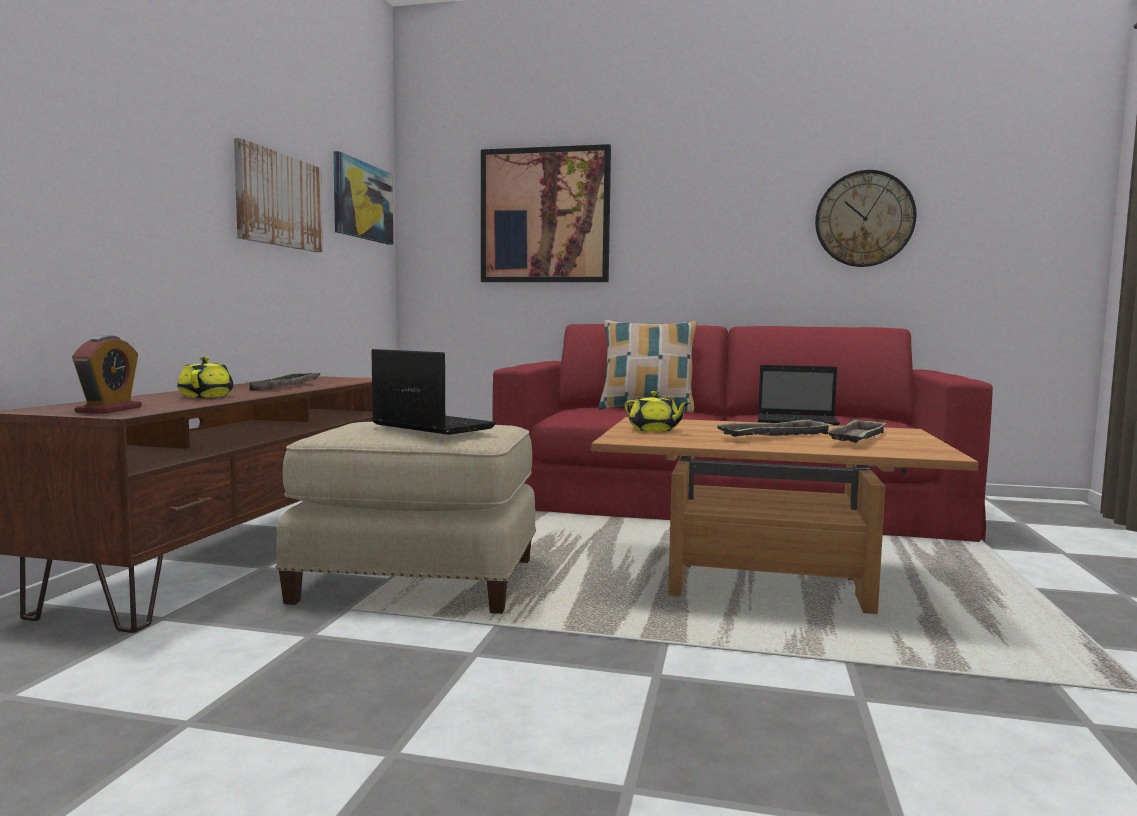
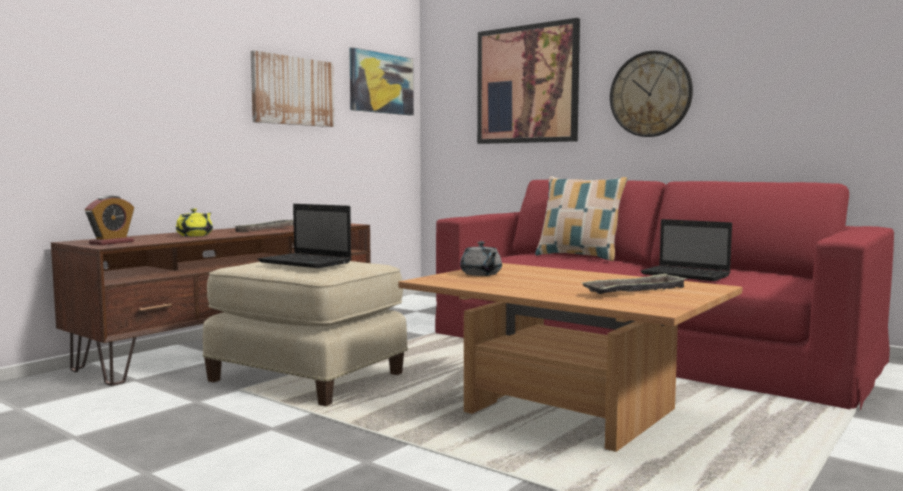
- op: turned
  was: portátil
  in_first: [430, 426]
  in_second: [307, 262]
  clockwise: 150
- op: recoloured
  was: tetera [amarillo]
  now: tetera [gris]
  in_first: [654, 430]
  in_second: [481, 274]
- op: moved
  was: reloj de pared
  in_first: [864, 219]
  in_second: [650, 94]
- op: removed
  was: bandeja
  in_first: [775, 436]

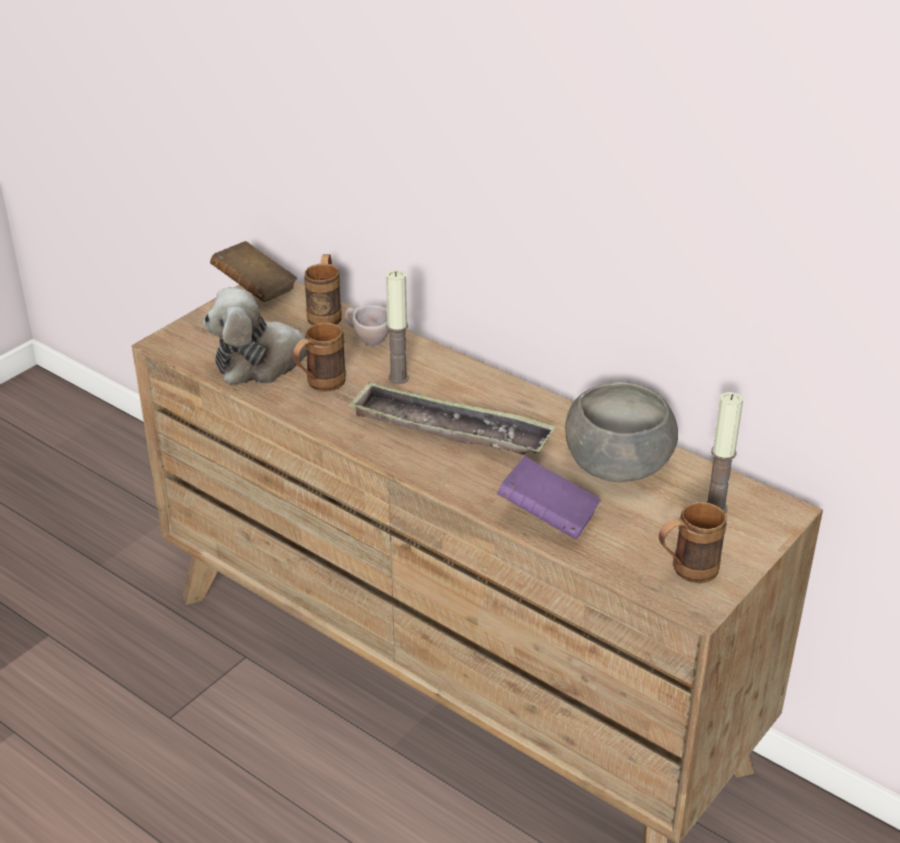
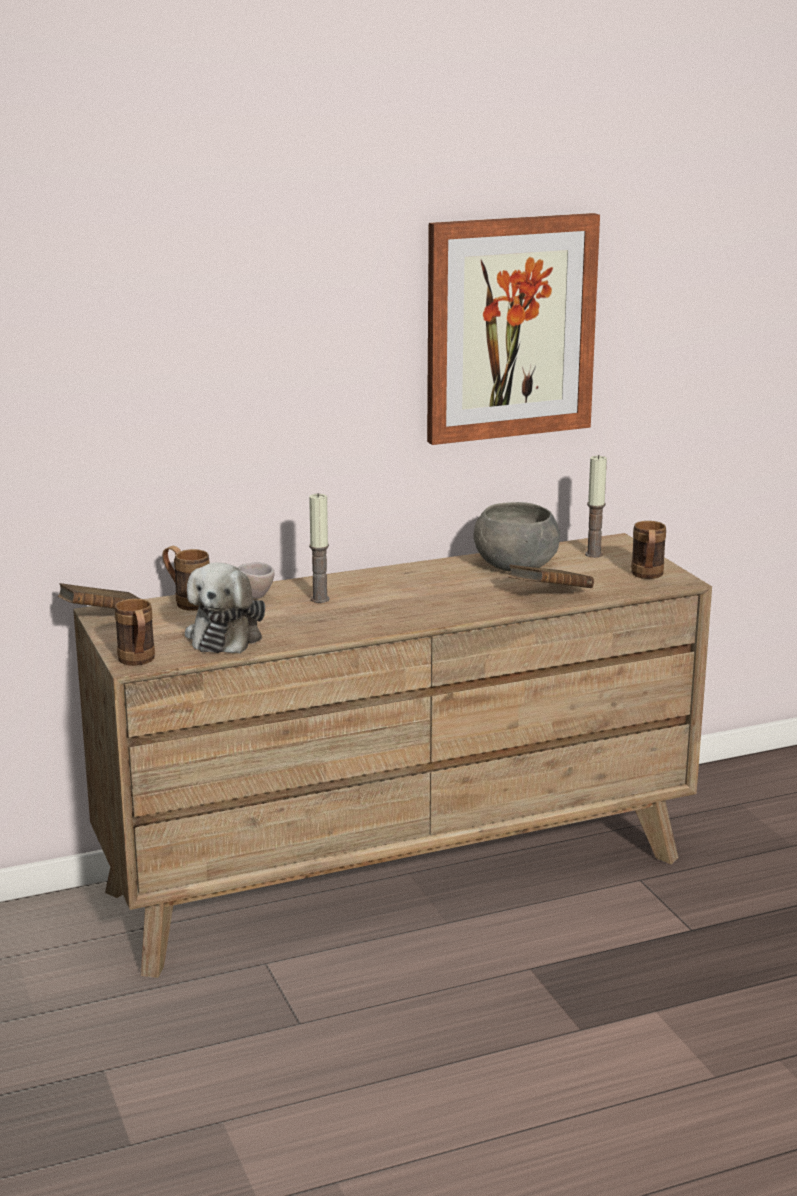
- op: moved
  was: taza grande [marrón]
  in_first: [319, 385]
  in_second: [138, 662]
- op: added
  now: cuadro
  in_second: [510, 328]
- op: recoloured
  was: libro [morado]
  now: libro [marrón]
  in_first: [548, 517]
  in_second: [550, 595]
- op: removed
  was: bandeja
  in_first: [450, 430]

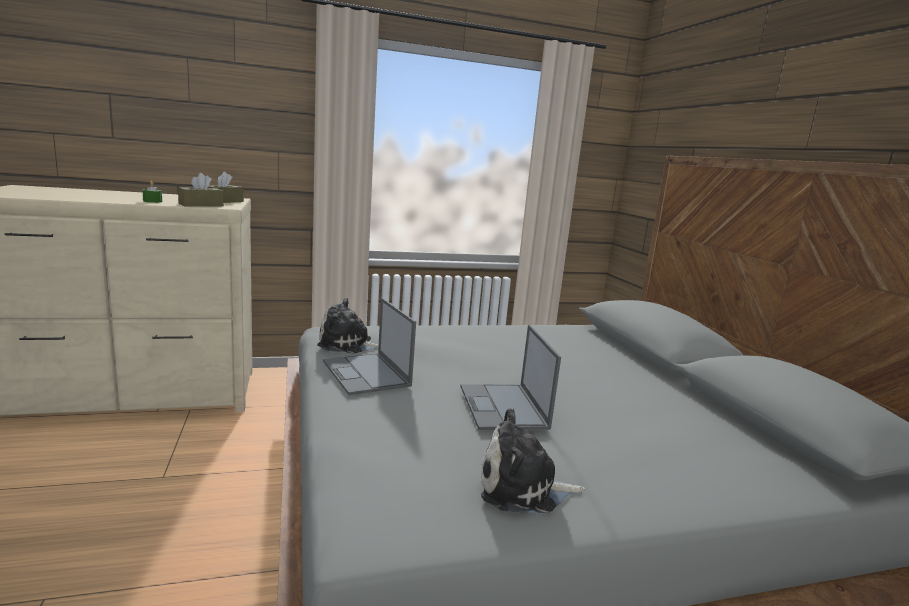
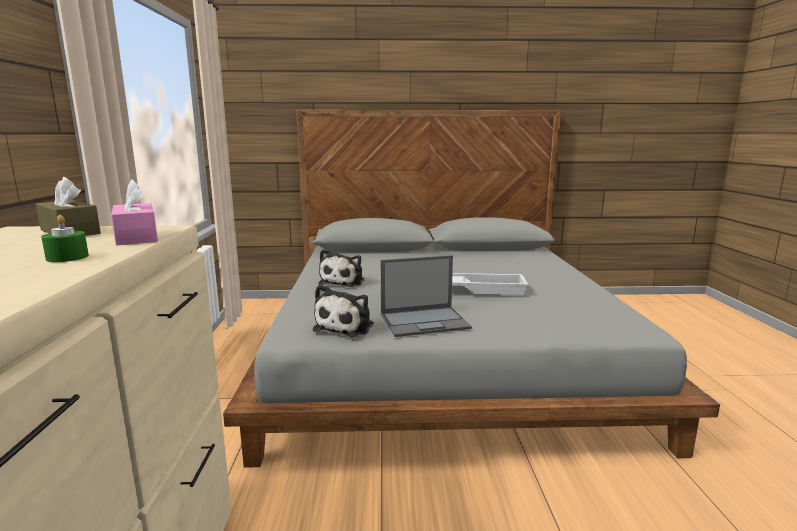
- op: recoloured
  was: caja de pañuelos [marrón]
  now: caja de pañuelos [rosa]
  in_first: [201, 205]
  in_second: [136, 237]
- op: moved
  was: peluche
  in_first: [523, 488]
  in_second: [343, 281]
- op: replaced
  was: portátil
  now: bandeja [blanco]
  in_first: [503, 407]
  in_second: [483, 288]

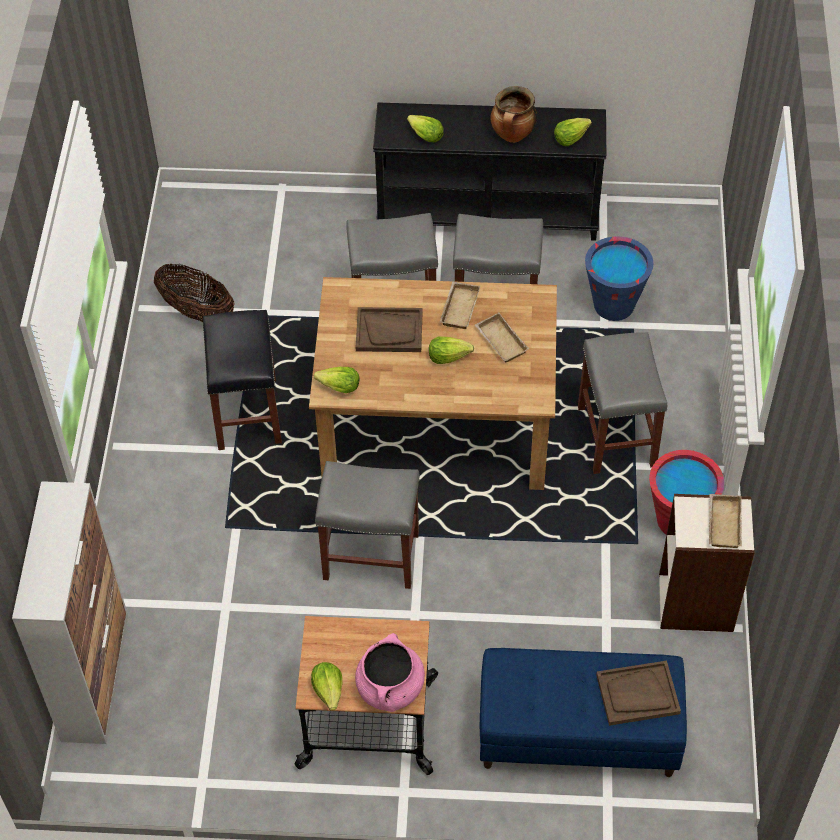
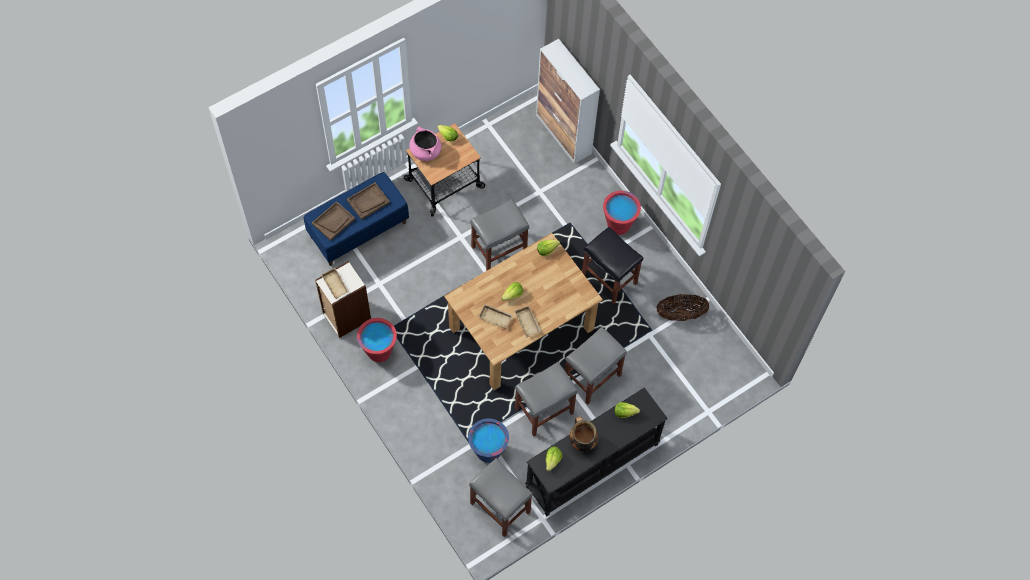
- op: moved
  was: bandeja [marrón]
  in_first: [389, 331]
  in_second: [368, 201]
- op: moved
  was: taburete [gris]
  in_first: [617, 437]
  in_second: [499, 507]
- op: added
  now: cubo [rojo]
  in_second: [618, 224]

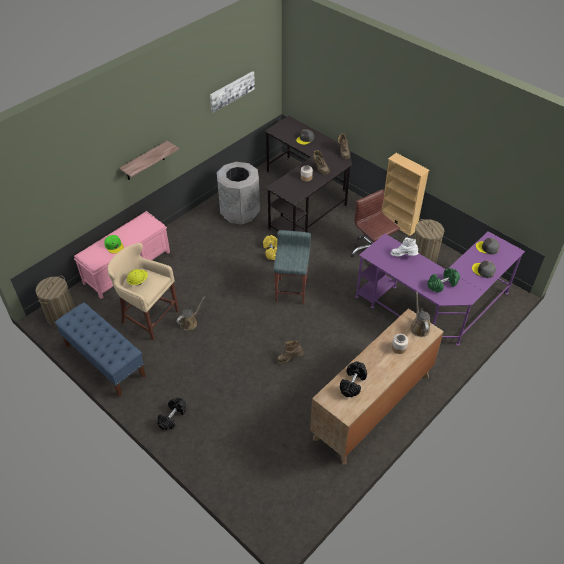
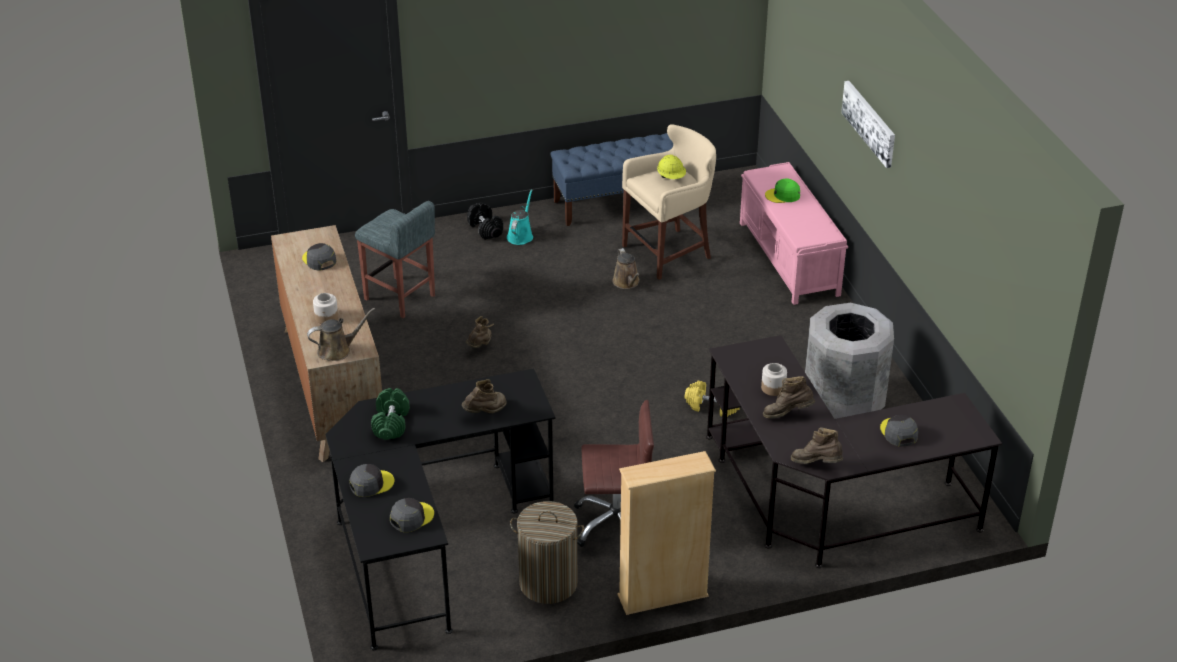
- op: replaced
  was: mancuerna [negro]
  now: gorra [gris]
  in_first: [353, 383]
  in_second: [319, 260]
- op: turned
  was: regadera [marrón]
  in_first: [419, 327]
  in_second: [337, 350]
  clockwise: -45
- op: recoloured
  was: escritorio [morado]
  now: escritorio [negro]
  in_first: [435, 308]
  in_second: [428, 535]
- op: moved
  was: taburete [gris]
  in_first: [291, 290]
  in_second: [400, 298]
- op: recoloured
  was: bota [blanco]
  now: bota [marrón]
  in_first: [403, 256]
  in_second: [486, 412]
- op: added
  now: regadera [turquesa]
  in_second: [520, 235]
- op: moved
  was: cuadro
  in_first: [231, 91]
  in_second: [869, 123]
- op: removed
  was: cesto de la ropa
  in_first: [61, 316]
- op: removed
  was: estante
  in_first: [145, 161]

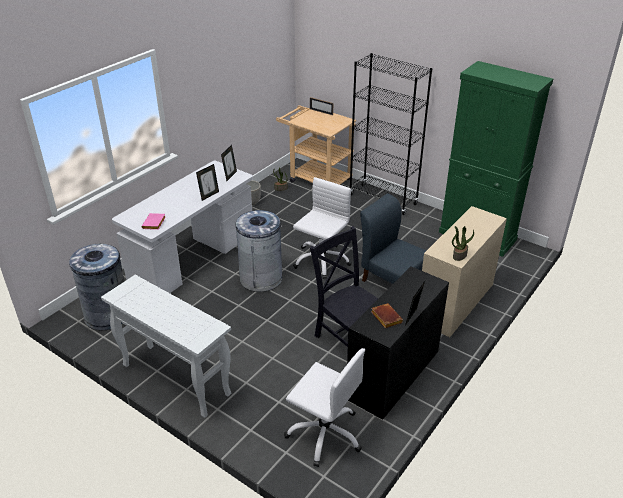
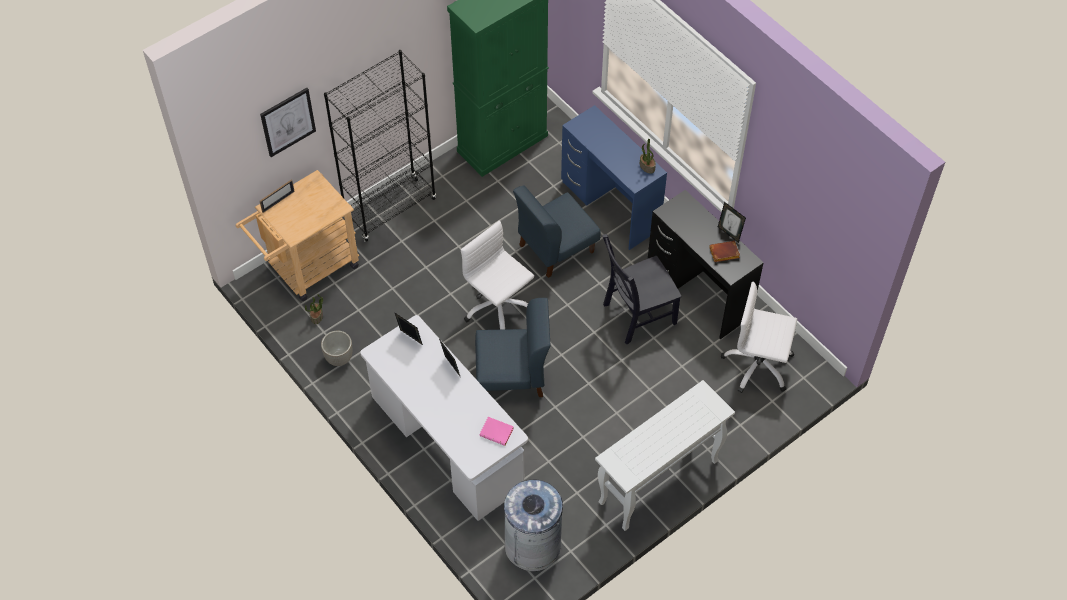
- op: added
  now: cuadro
  in_second: [288, 122]
- op: replaced
  was: papelera [gris]
  now: silla [azul]
  in_first: [261, 278]
  in_second: [512, 375]
- op: recoloured
  was: escritorio [beis]
  now: escritorio [azul]
  in_first: [455, 302]
  in_second: [610, 205]
- op: turned
  was: silla de oficina [blanco]
  in_first: [325, 433]
  in_second: [758, 365]
  clockwise: -120

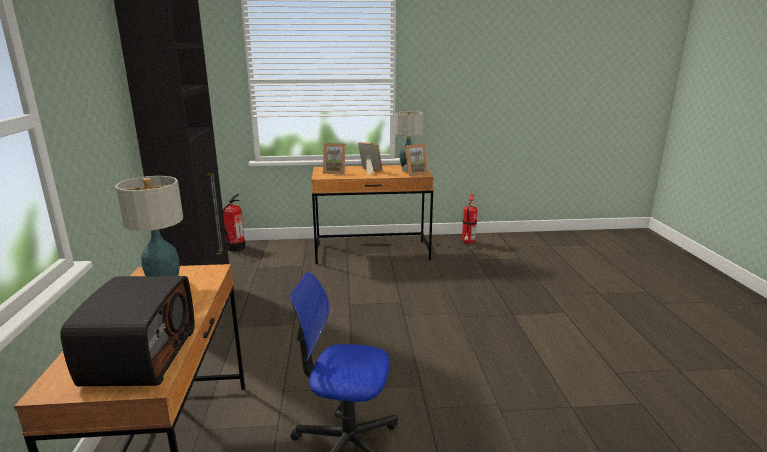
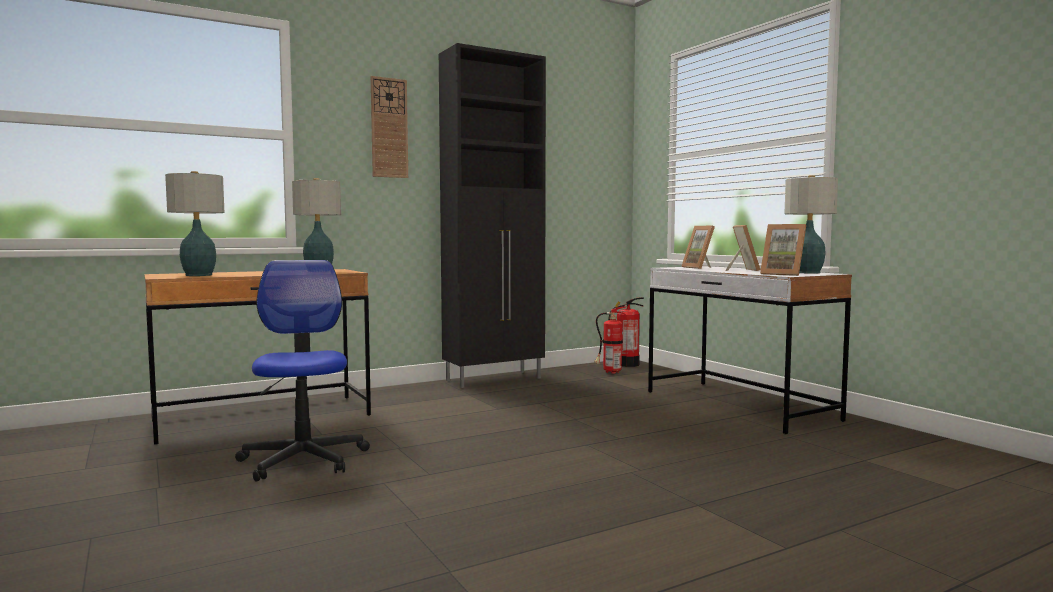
- op: replaced
  was: radio
  now: lámpara de mesa
  in_first: [139, 356]
  in_second: [199, 275]
- op: added
  now: reloj de pared
  in_second: [389, 128]
- op: moved
  was: extintor
  in_first: [468, 243]
  in_second: [610, 372]
- op: recoloured
  was: escritorio [marrón]
  now: escritorio [blanco]
  in_first: [372, 252]
  in_second: [738, 405]

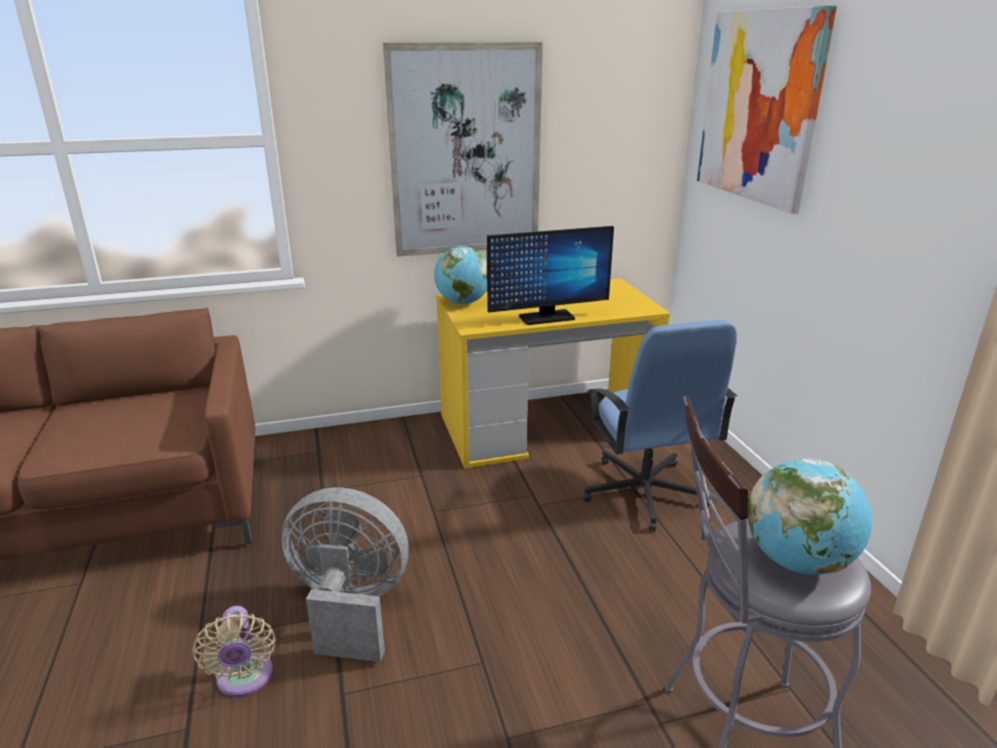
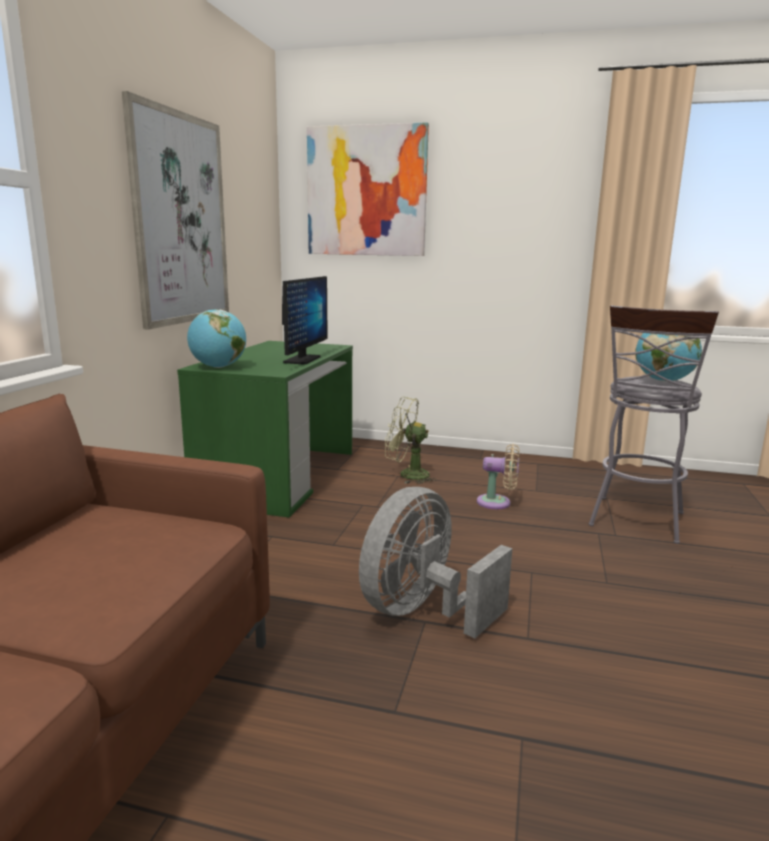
- op: recoloured
  was: escritorio [amarillo]
  now: escritorio [verde]
  in_first: [545, 426]
  in_second: [278, 475]
- op: replaced
  was: silla de oficina [azul]
  now: ventilador [verde]
  in_first: [644, 493]
  in_second: [407, 474]
- op: moved
  was: ventilador [beis]
  in_first: [245, 680]
  in_second: [497, 503]

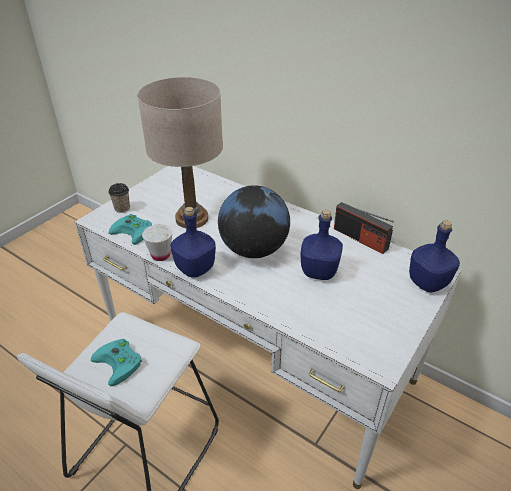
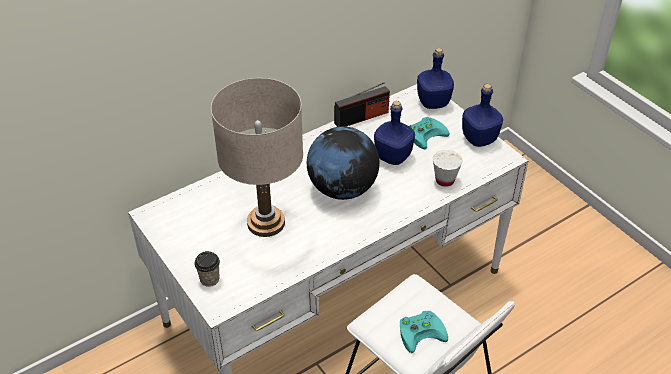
- op: moved
  was: mando de consola [turquesa]
  in_first: [134, 231]
  in_second: [426, 133]
- op: moved
  was: taza [blanco]
  in_first: [160, 255]
  in_second: [444, 180]
- op: moved
  was: botella [azul]
  in_first: [196, 268]
  in_second: [478, 138]

